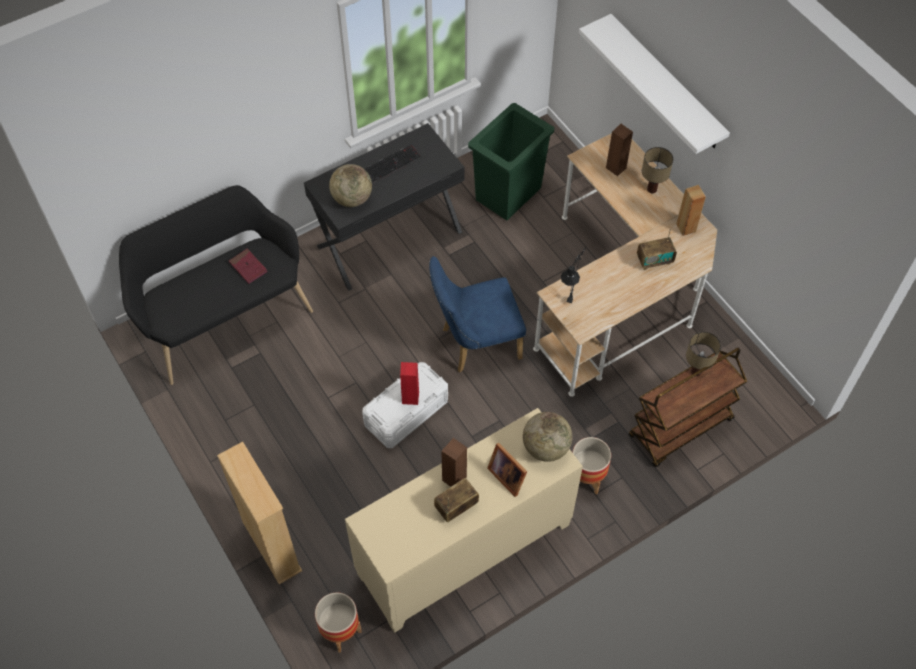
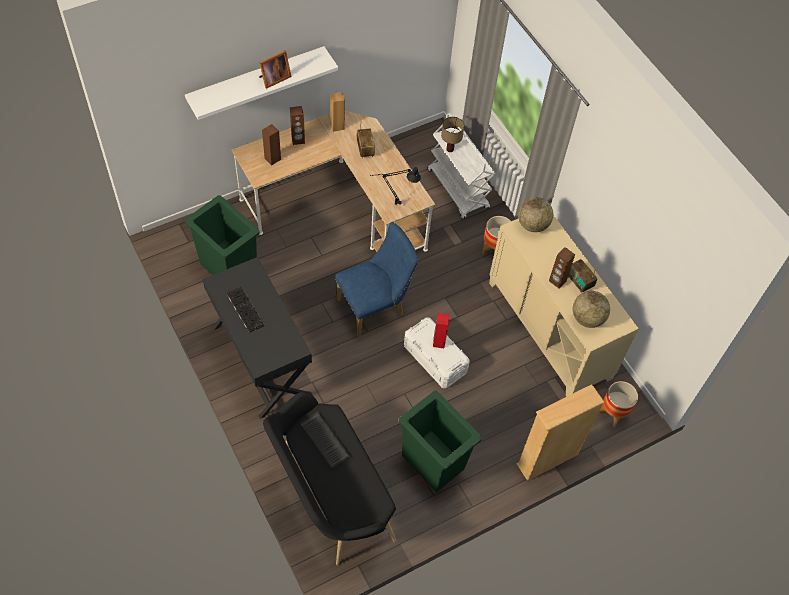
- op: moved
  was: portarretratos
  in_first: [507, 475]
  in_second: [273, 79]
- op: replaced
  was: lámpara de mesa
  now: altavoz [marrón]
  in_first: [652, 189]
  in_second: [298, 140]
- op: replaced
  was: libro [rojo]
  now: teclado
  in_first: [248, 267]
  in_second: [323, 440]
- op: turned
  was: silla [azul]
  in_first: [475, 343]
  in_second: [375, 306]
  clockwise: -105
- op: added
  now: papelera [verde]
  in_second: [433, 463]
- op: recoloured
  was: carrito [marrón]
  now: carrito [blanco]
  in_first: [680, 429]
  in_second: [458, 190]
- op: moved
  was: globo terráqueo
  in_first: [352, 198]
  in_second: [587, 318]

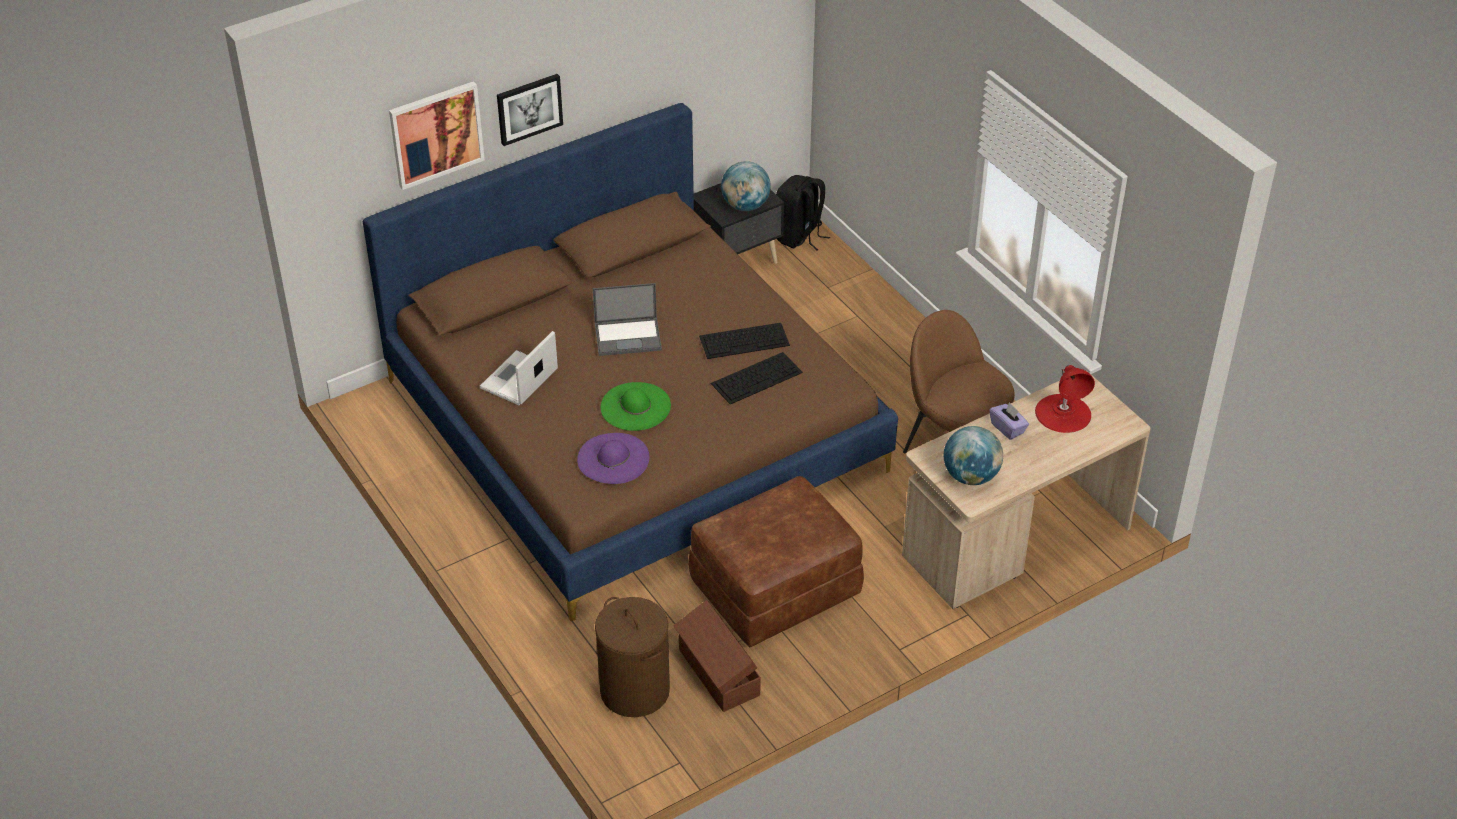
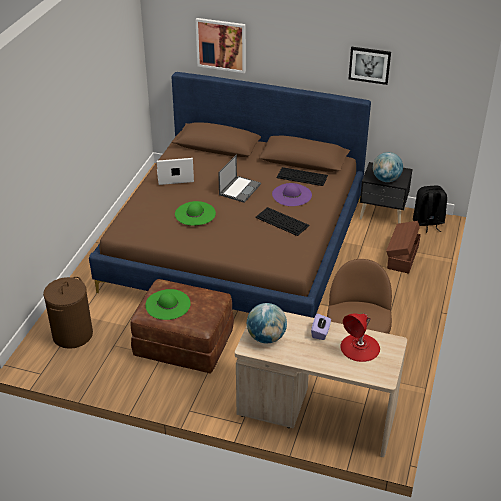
- op: added
  now: sombrero [verde]
  in_second: [168, 304]
- op: turned
  was: portátil
  in_first: [628, 336]
  in_second: [240, 189]
  clockwise: -105
- op: moved
  was: sombrero [morado]
  in_first: [613, 458]
  in_second: [291, 194]
- op: moved
  was: teclado
  in_first: [757, 377]
  in_second: [302, 176]
- op: moved
  was: cuadro
  in_first: [529, 108]
  in_second: [369, 65]
- op: moved
  was: caja de almacenaje [marrón]
  in_first: [718, 673]
  in_second: [402, 257]

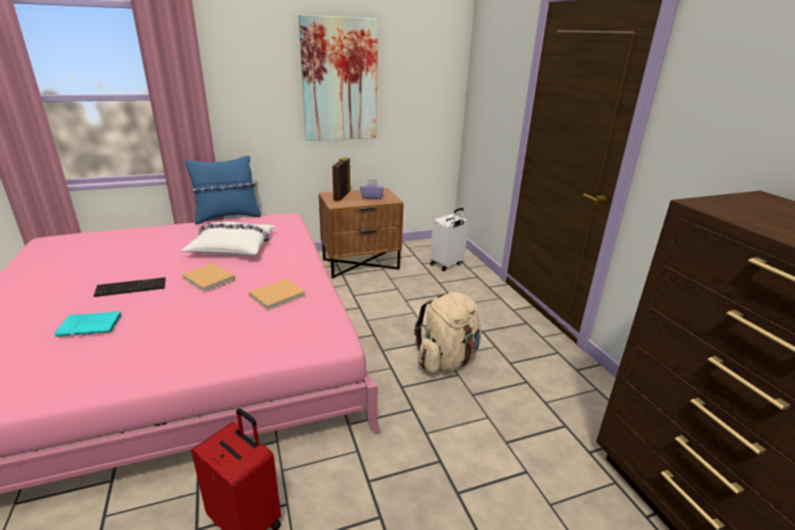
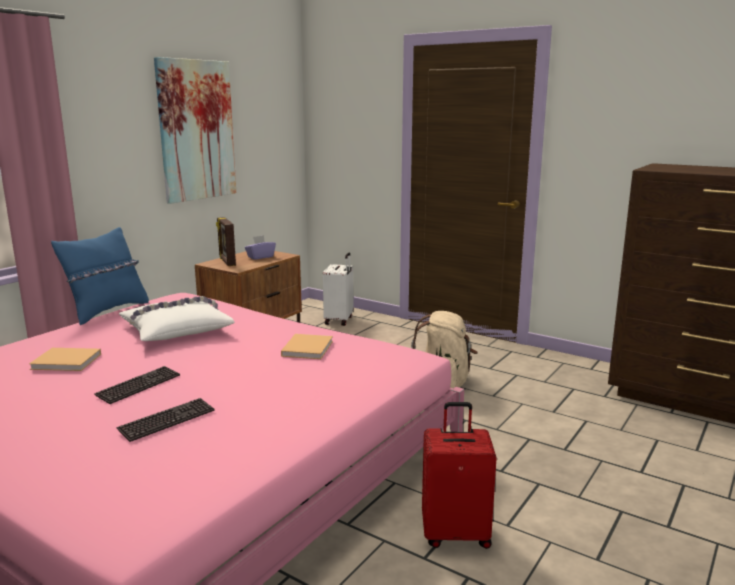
- op: moved
  was: libro [beis]
  in_first: [209, 279]
  in_second: [68, 361]
- op: replaced
  was: libro [turquesa]
  now: teclado
  in_first: [92, 326]
  in_second: [167, 421]

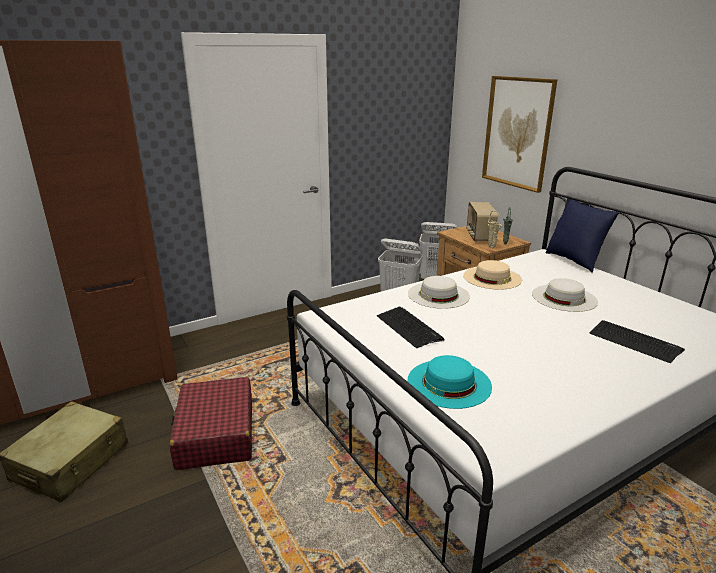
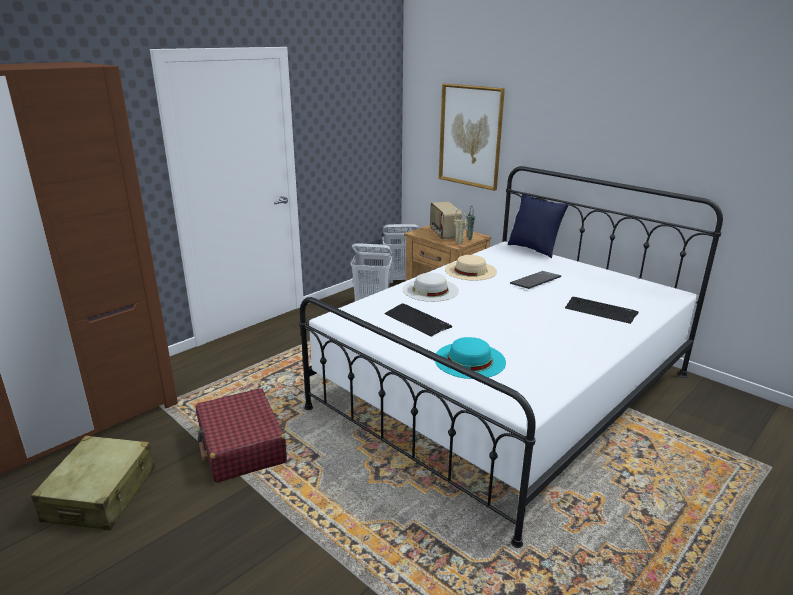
- op: replaced
  was: sombrero [blanco]
  now: teclado
  in_first: [564, 297]
  in_second: [536, 281]

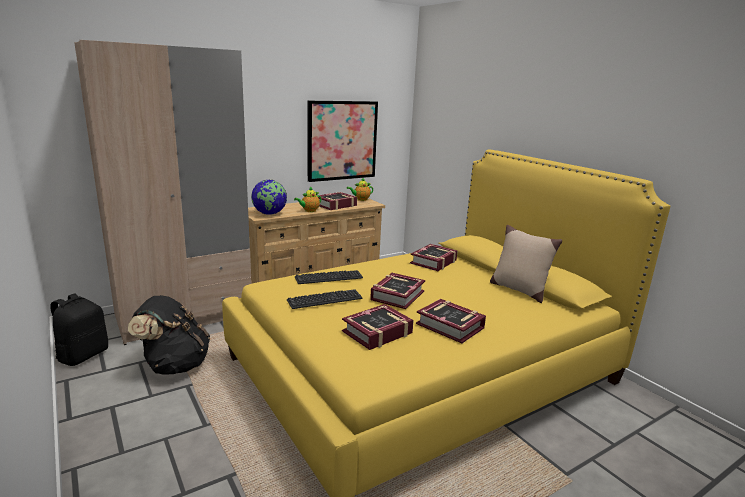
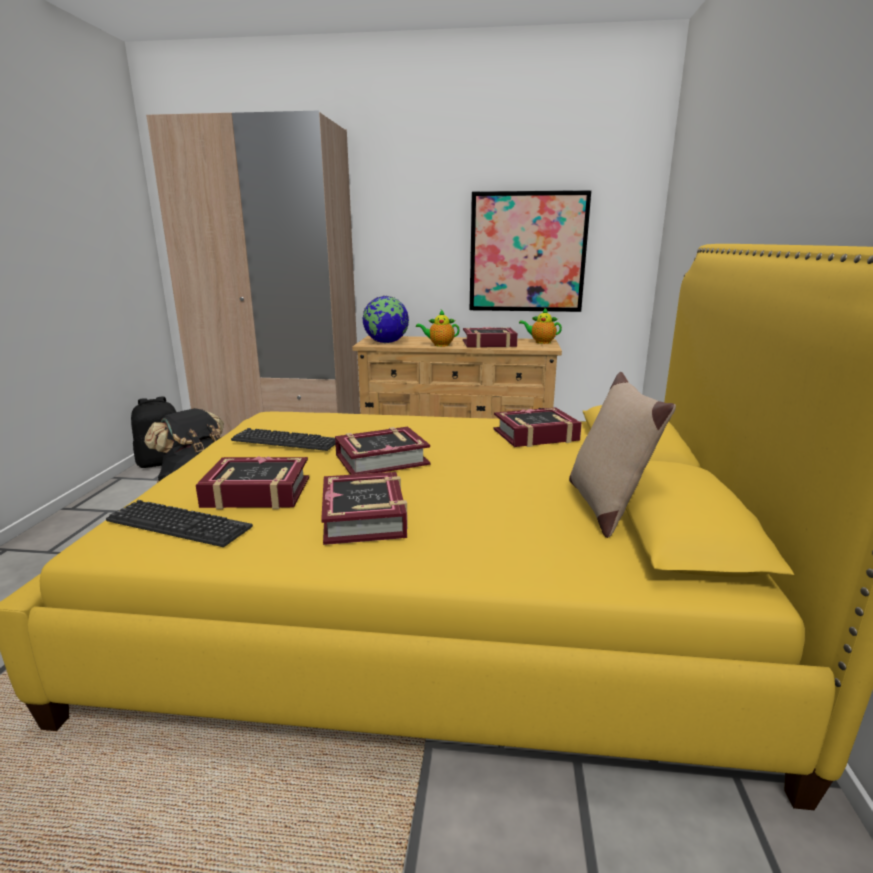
- op: moved
  was: teclado
  in_first: [328, 278]
  in_second: [178, 524]

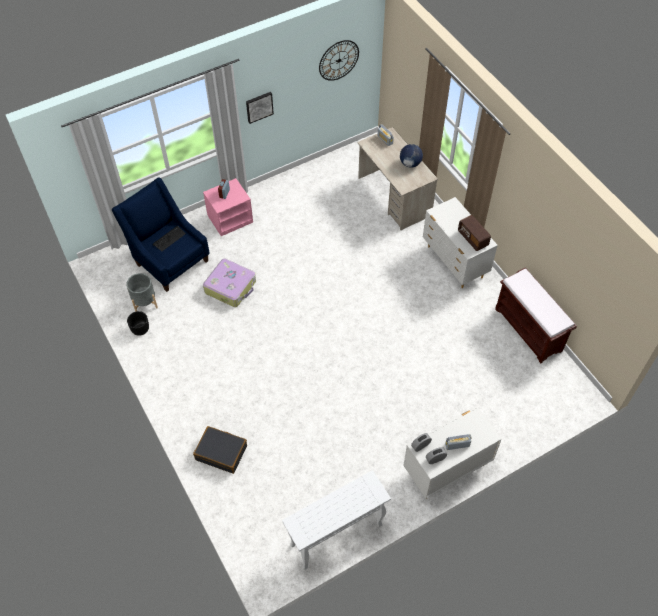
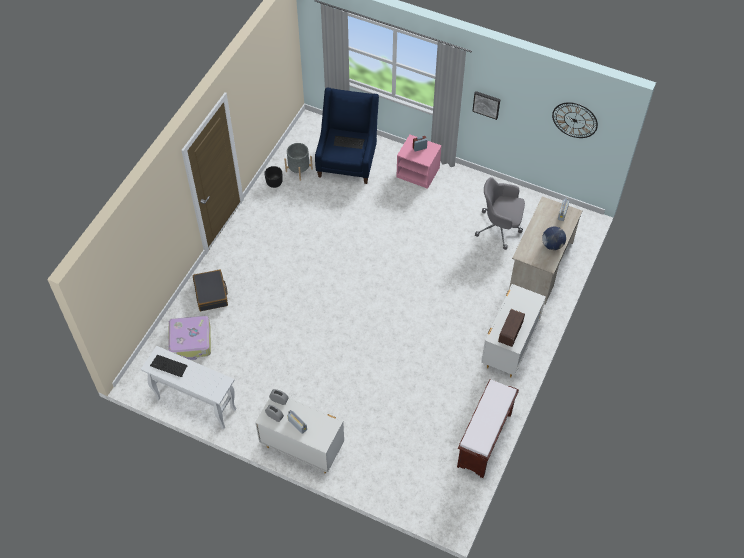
- op: added
  now: teclado
  in_second: [169, 366]
- op: moved
  was: maleta
  in_first: [231, 287]
  in_second: [191, 341]
- op: added
  now: silla de oficina [gris]
  in_second: [500, 228]

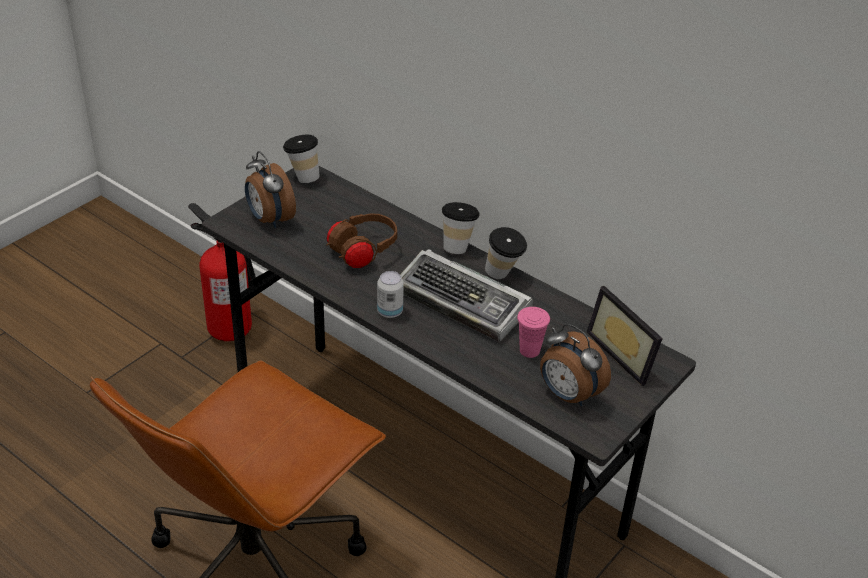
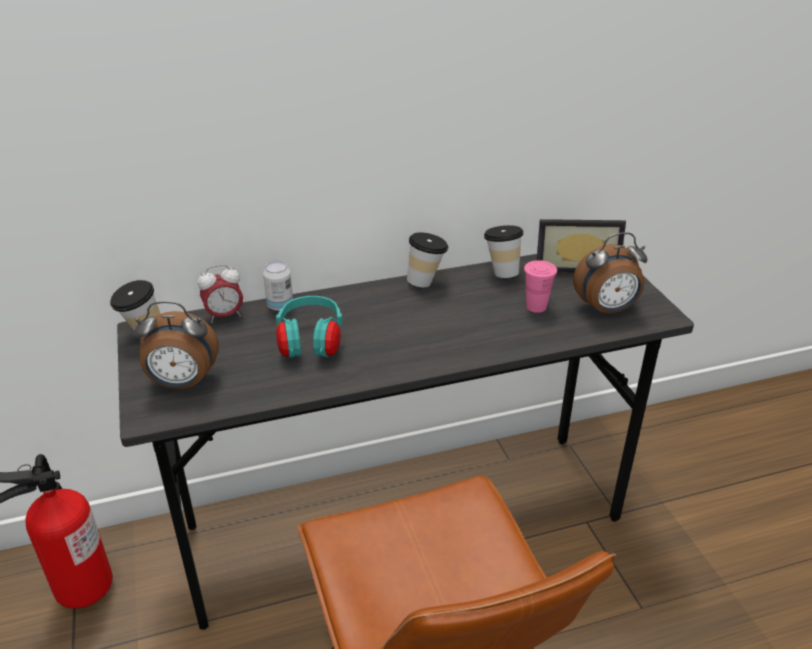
- op: added
  now: despertador
  in_second: [224, 316]
- op: moved
  was: lata
  in_first: [390, 312]
  in_second: [280, 306]
- op: recoloured
  was: auriculares [marrón]
  now: auriculares [turquesa]
  in_first: [363, 253]
  in_second: [310, 344]
- op: moved
  was: taza
  in_first: [458, 246]
  in_second: [501, 272]
- op: removed
  was: teclado
  in_first: [463, 302]

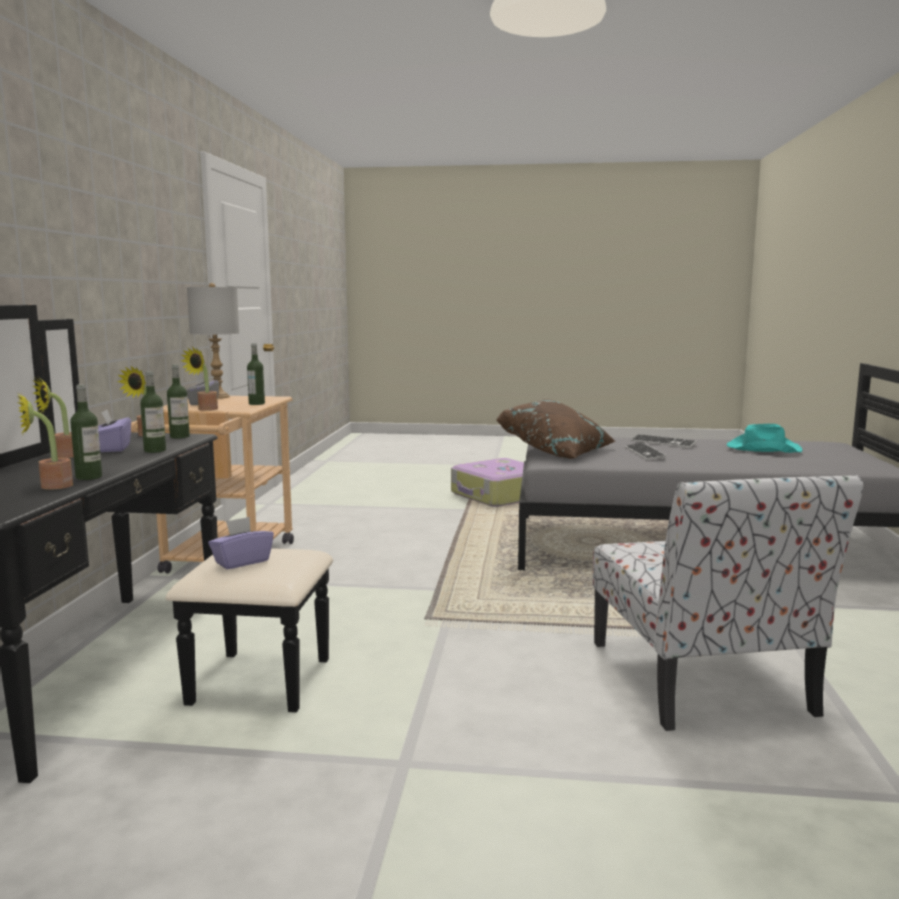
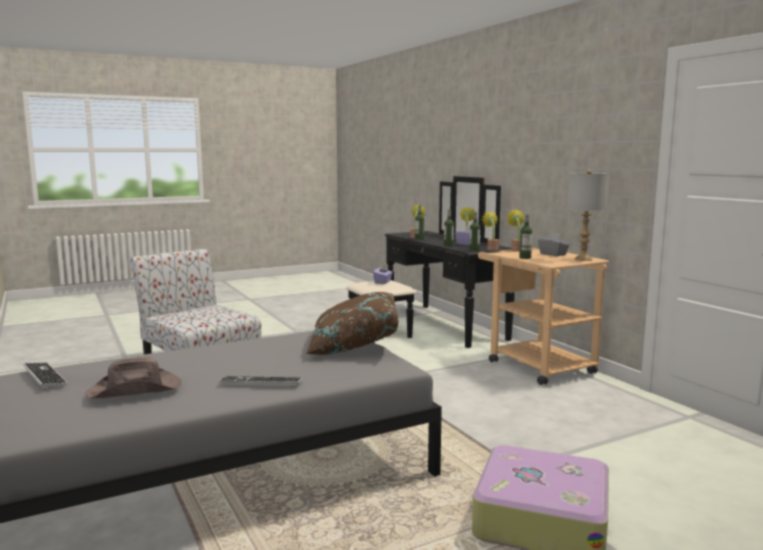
- op: moved
  was: teclado
  in_first: [644, 453]
  in_second: [44, 376]
- op: recoloured
  was: sombrero [turquesa]
  now: sombrero [marrón]
  in_first: [762, 448]
  in_second: [135, 390]

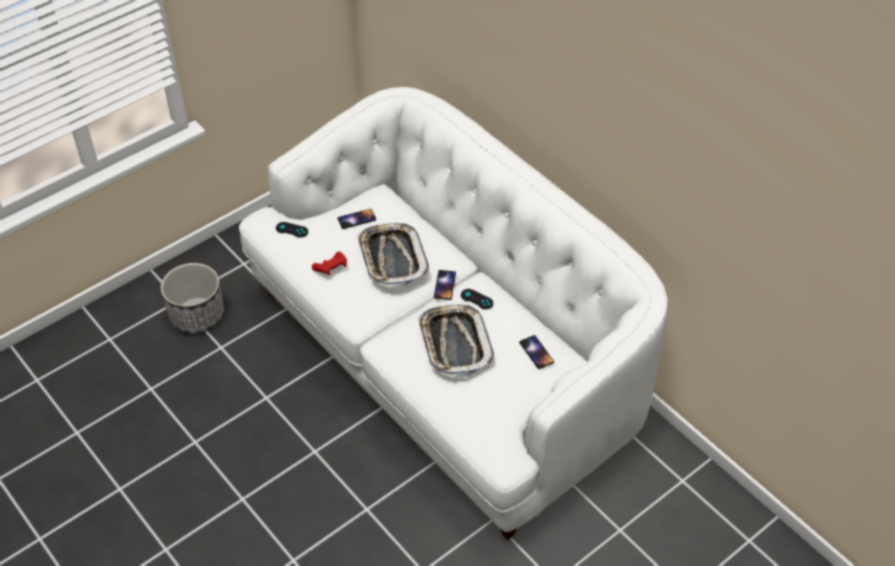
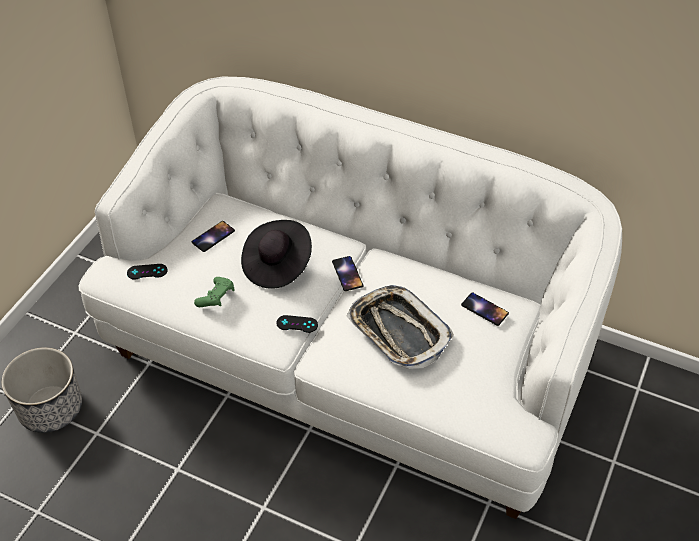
- op: recoloured
  was: mando de consola [rojo]
  now: mando de consola [verde]
  in_first: [331, 268]
  in_second: [216, 298]
- op: replaced
  was: bandeja
  now: sombrero [negro]
  in_first: [392, 259]
  in_second: [277, 265]
- op: moved
  was: mando de consola [negro]
  in_first: [477, 299]
  in_second: [297, 324]

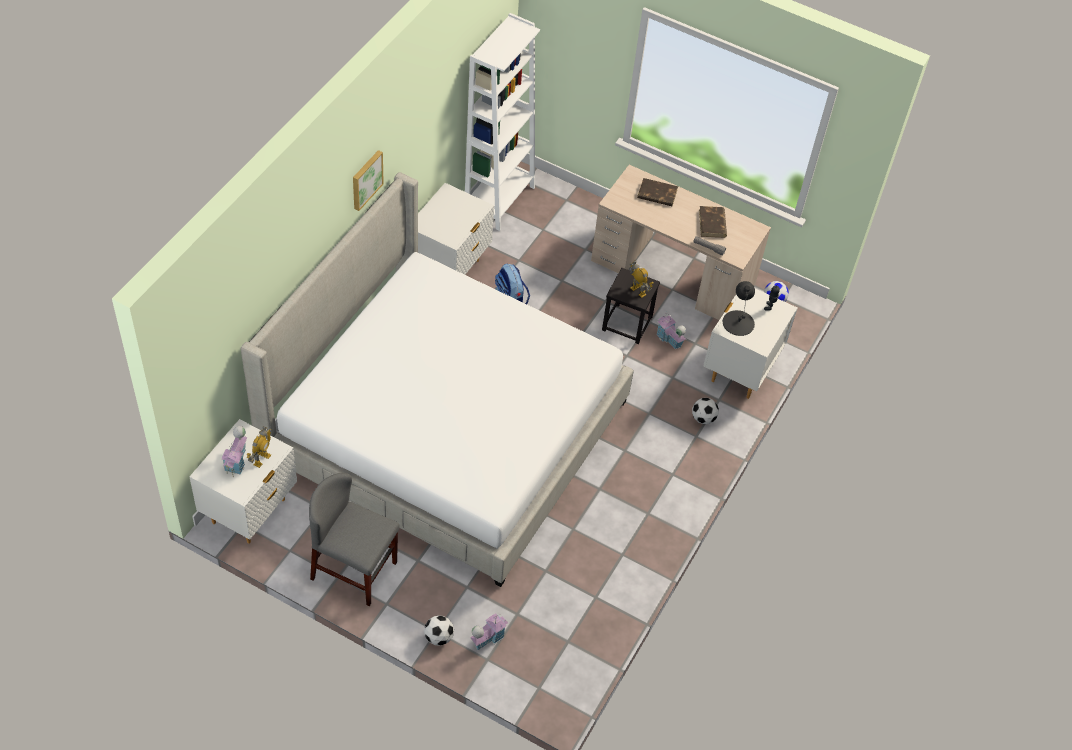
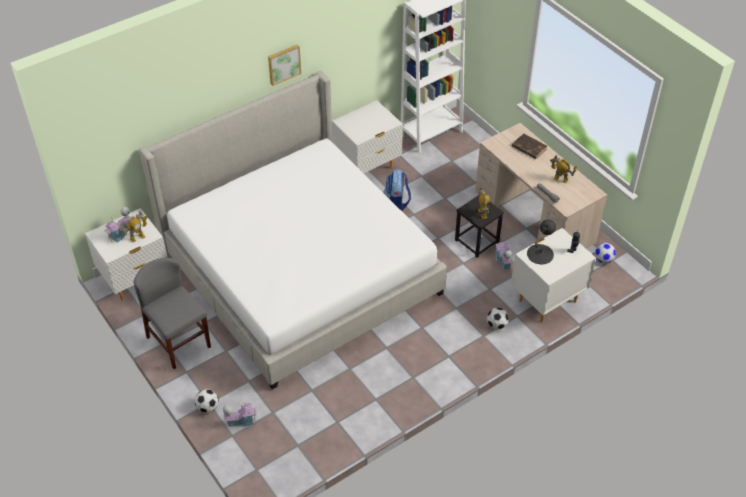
- op: replaced
  was: libro [marrón]
  now: robot de juguete
  in_first: [712, 224]
  in_second: [560, 179]

